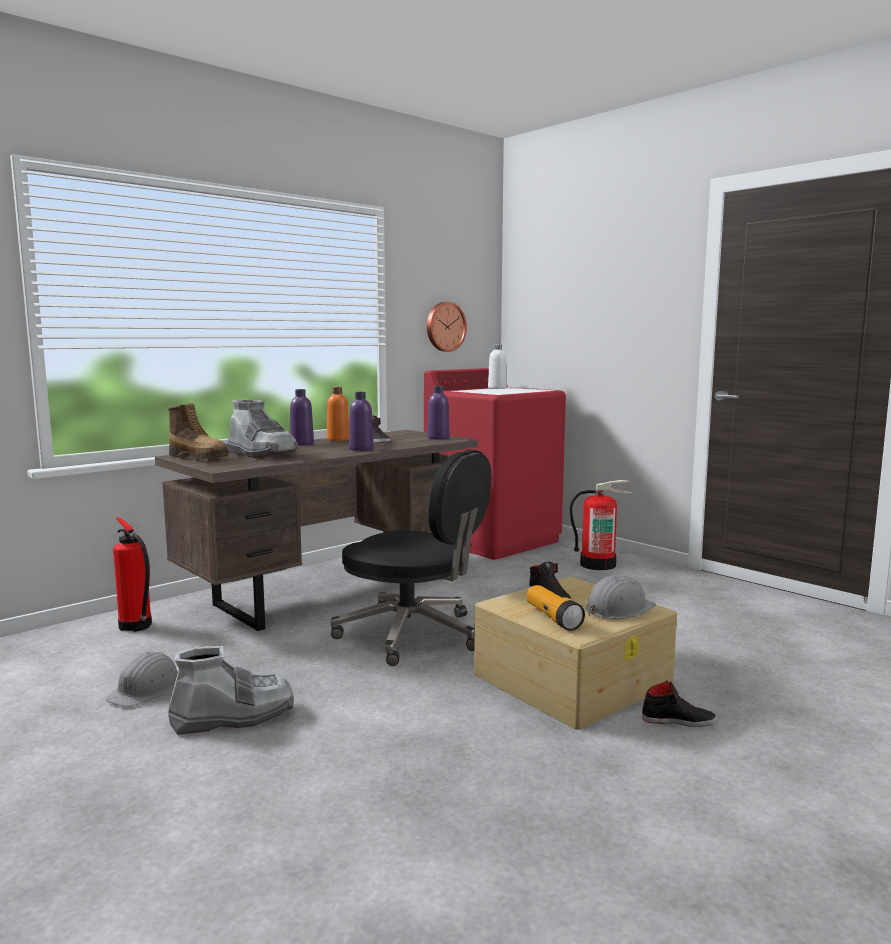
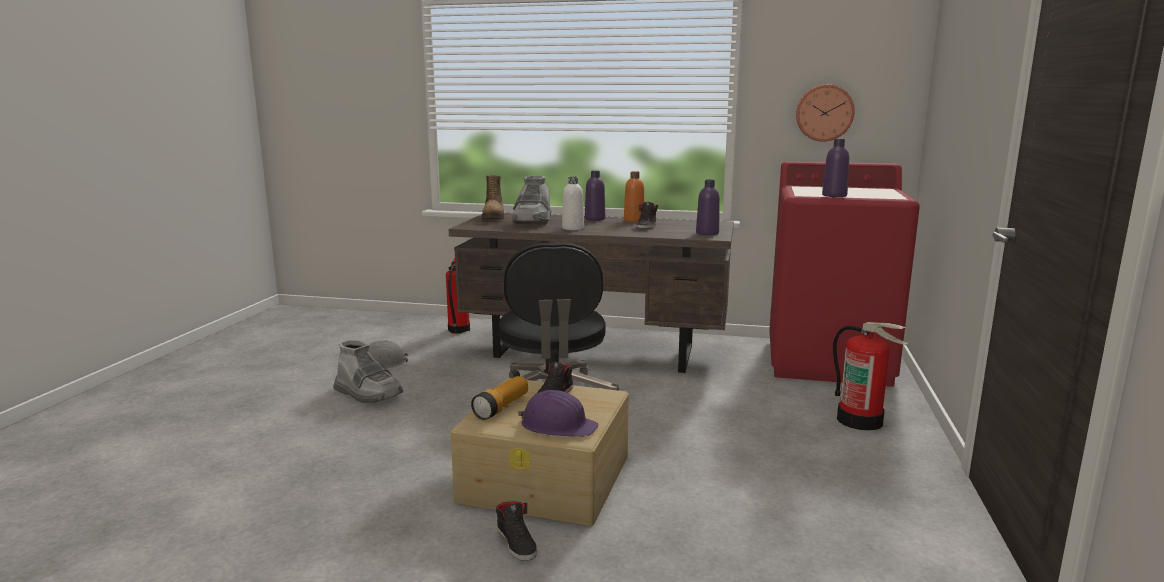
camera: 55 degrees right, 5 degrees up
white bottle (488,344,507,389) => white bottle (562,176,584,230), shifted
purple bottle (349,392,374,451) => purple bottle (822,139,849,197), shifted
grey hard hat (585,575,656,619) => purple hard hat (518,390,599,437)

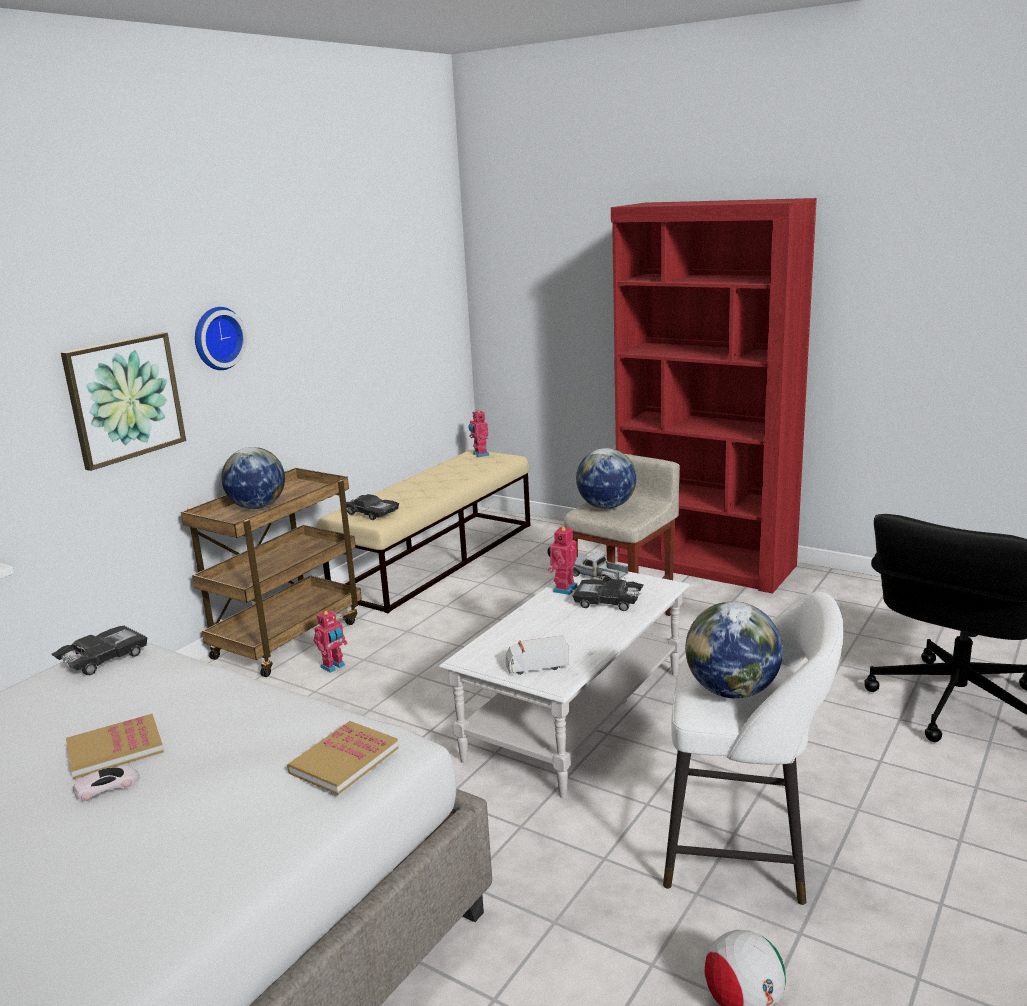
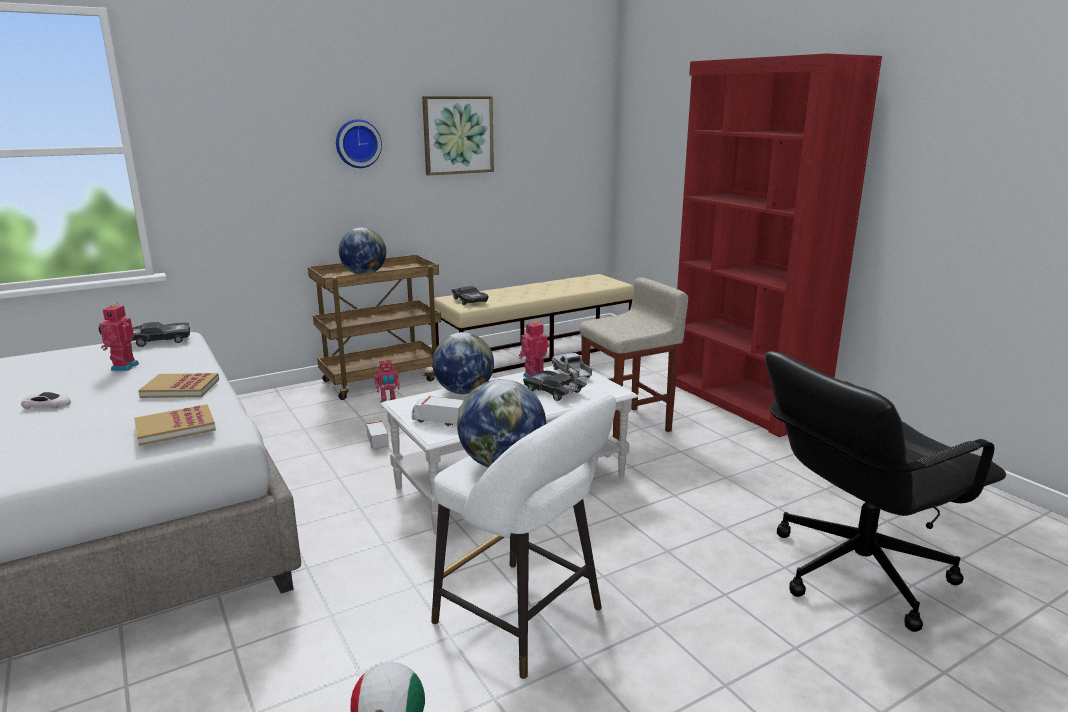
camera: 25 degrees right, 0 degrees up
picture (61,332,186,471) => picture (422,96,494,175), shifted
toy robot (468,409,489,457) => toy robot (99,303,139,371), shifted
globe (576,448,636,509) => globe (433,332,494,394), shifted
book (66,714,164,779) => book (138,373,219,398), shifted
nothing => toy truck (365,421,389,449)

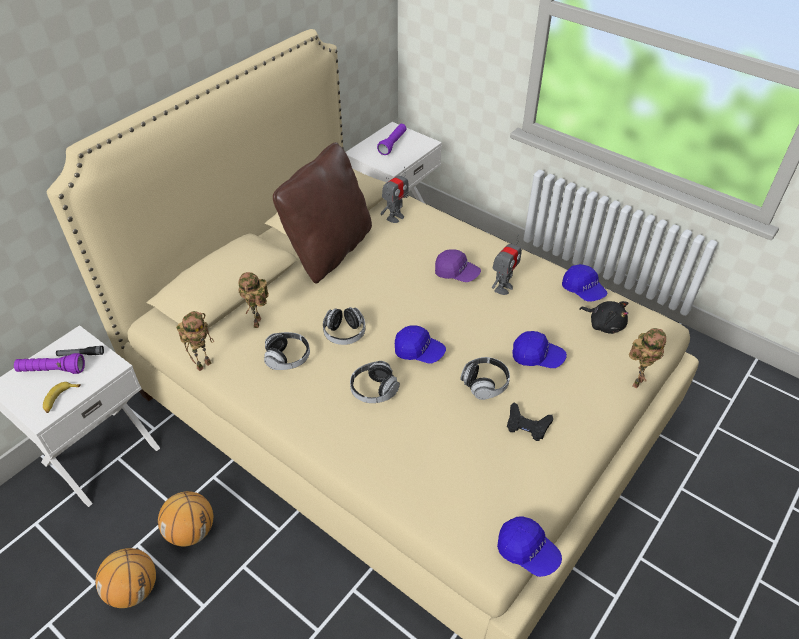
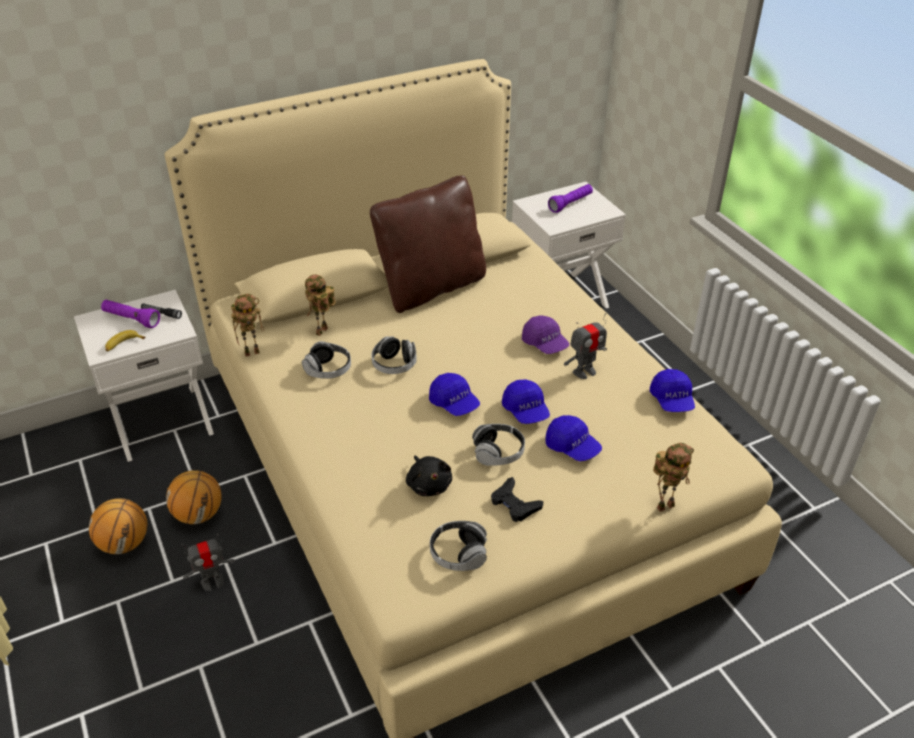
camera: 25 degrees right, 5 degrees down
toy robot (380,167,408,223) => toy robot (182,533,235,591), shifted
black plush toy (579,301,629,334) => black plush toy (406,456,452,496), shifted
headphones (350,361,400,403) => headphones (430,521,488,571), shifted
blue cap (497,516,562,577) => blue cap (502,379,550,424), shifted

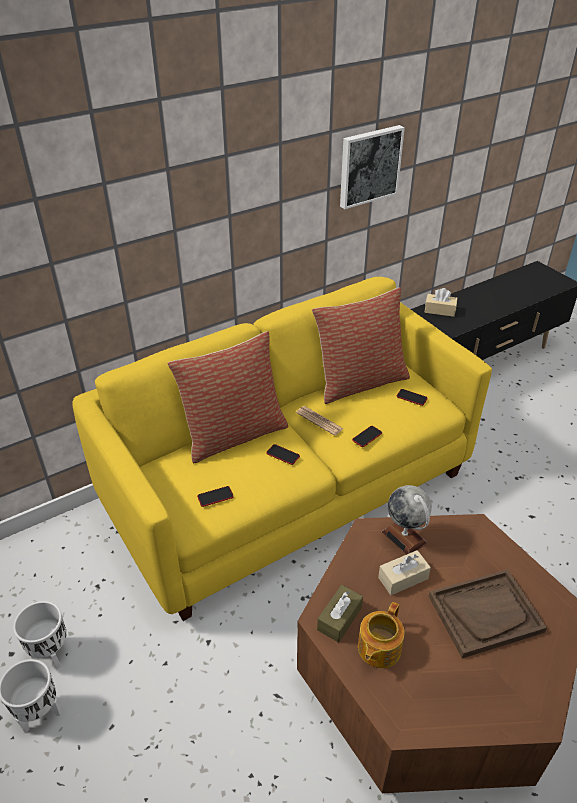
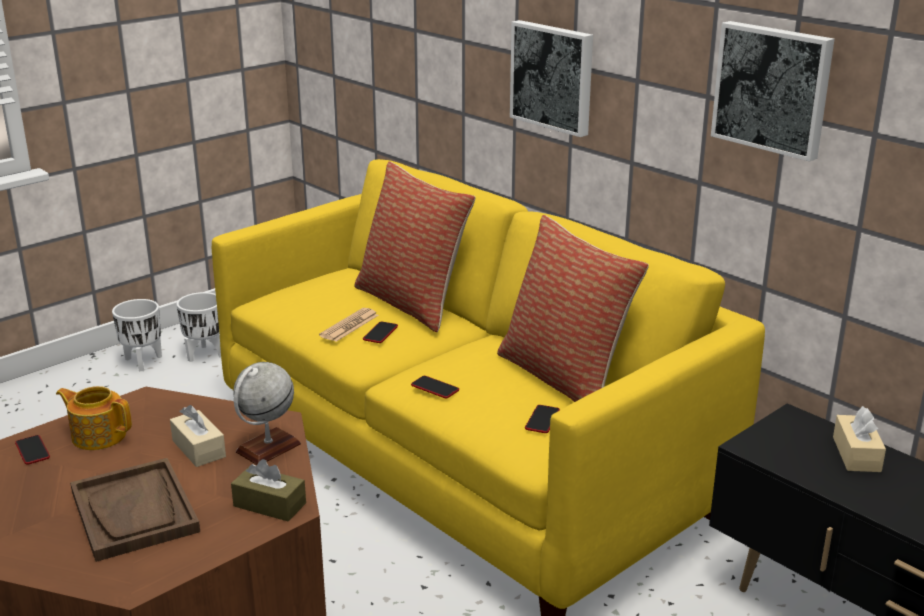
camera: 80 degrees right, 15 degrees down
newspaper (296,406,344,436) => newspaper (319,308,379,342), shifted
phone (197,486,234,507) => phone (15,435,50,465), shifted
brown tissue box (317,585,363,643) => brown tissue box (231,459,306,522), shifted
nothing => picture (510,20,593,137)

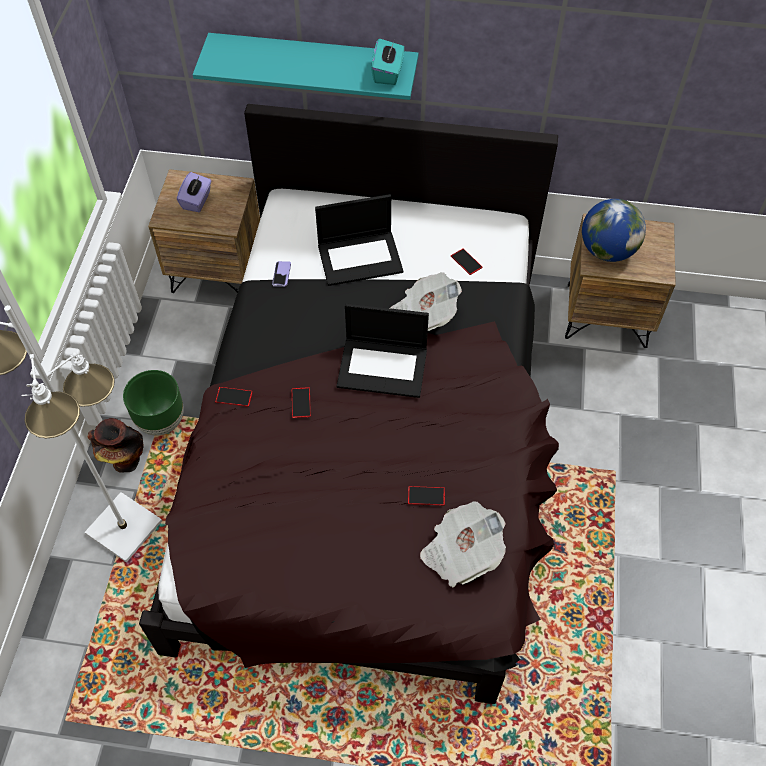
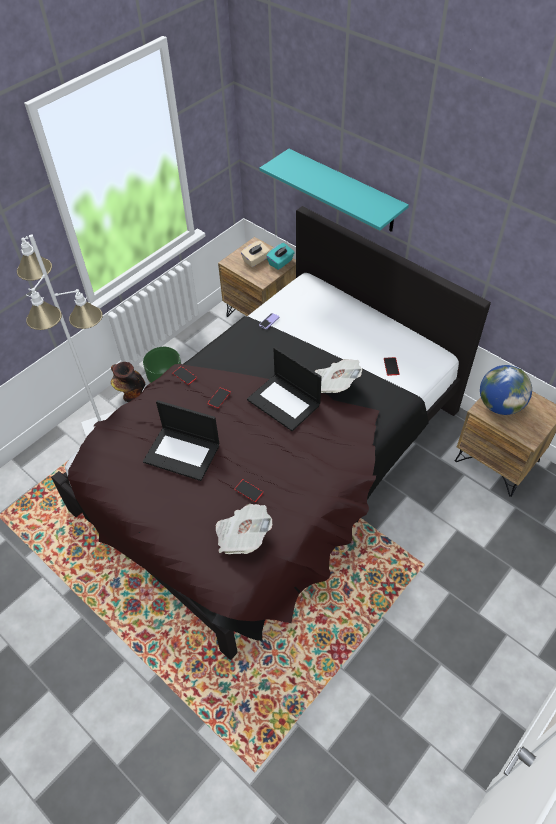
camera: 35 degrees right, 5 degrees down
turquoise tissue box (371,38,404,85) => turquoise tissue box (266,243,295,270), shifted
purple tissue box (177,172,212,212) => beige tissue box (241,241,270,267)
laptop (315,194,403,286) => laptop (143,400,219,481), shifted

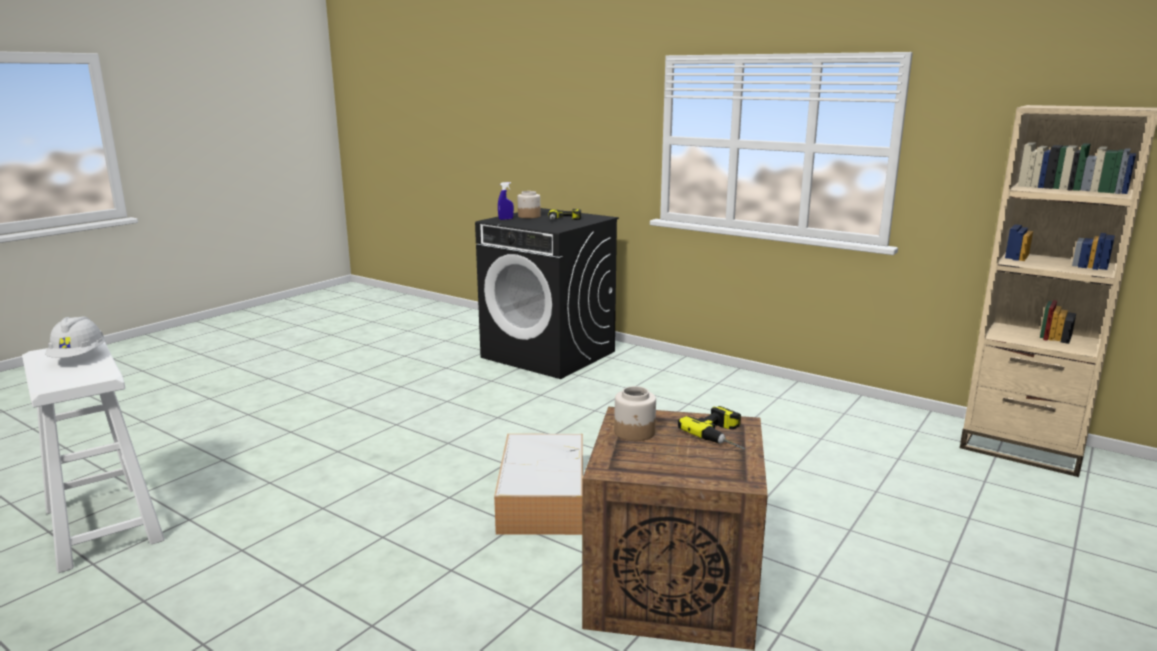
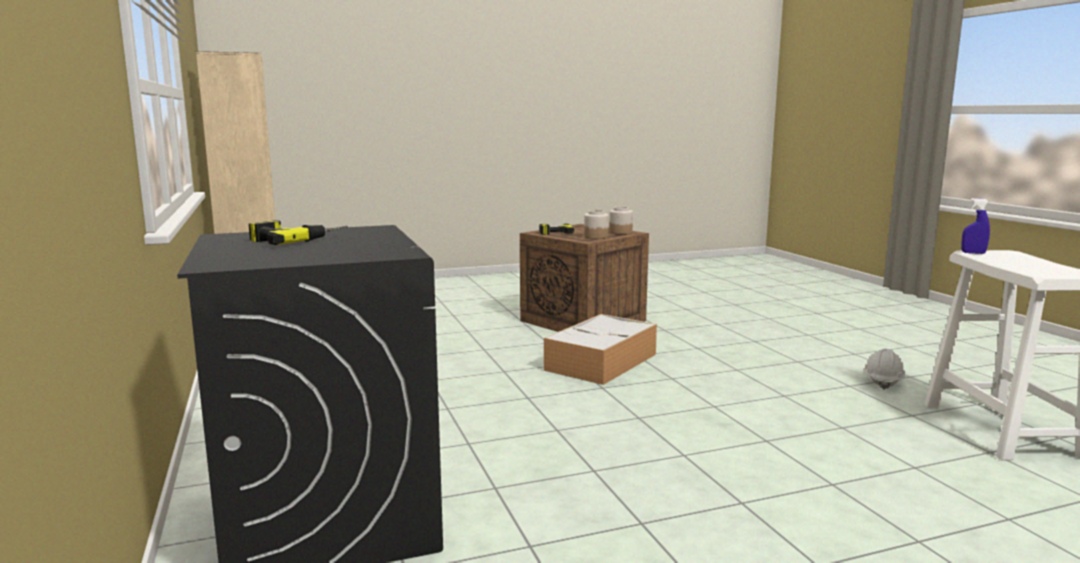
camera: 145 degrees left, 5 degrees down
blue spray bottle (498,182,514,220) => blue spray bottle (961,198,990,254), shifted
jar (518,191,541,218) => jar (609,207,633,235), shifted
white hard hat (45,316,105,358) => white hard hat (864,349,906,390), shifted

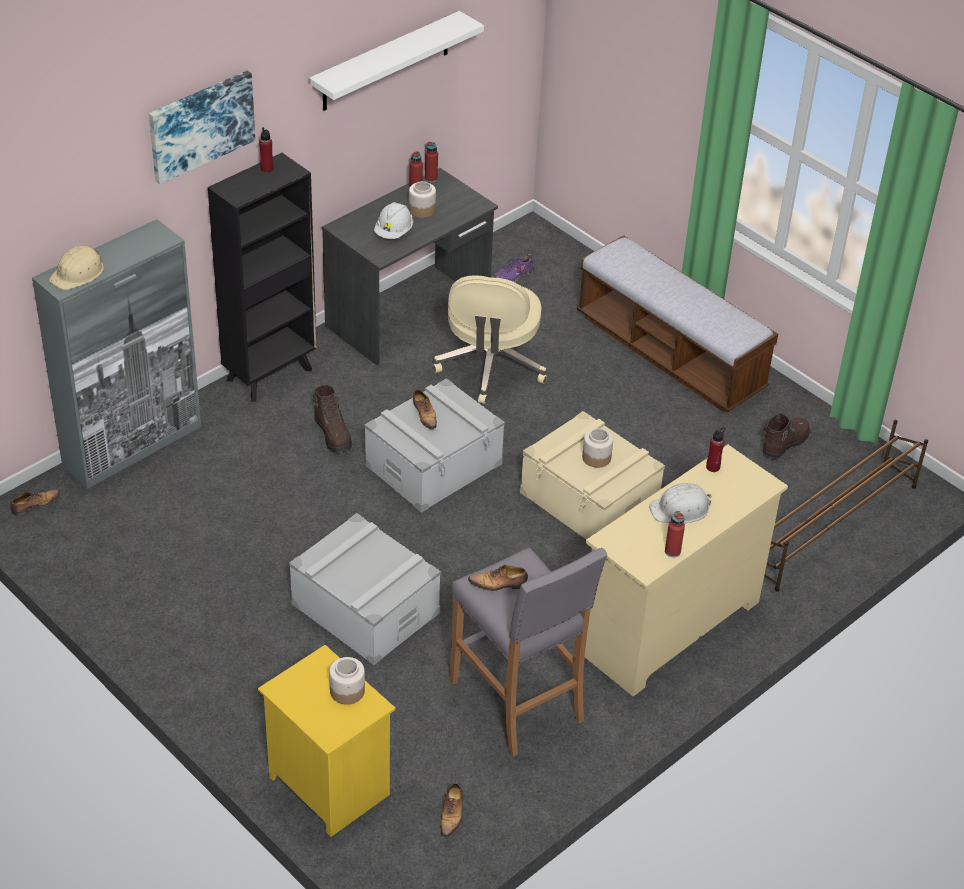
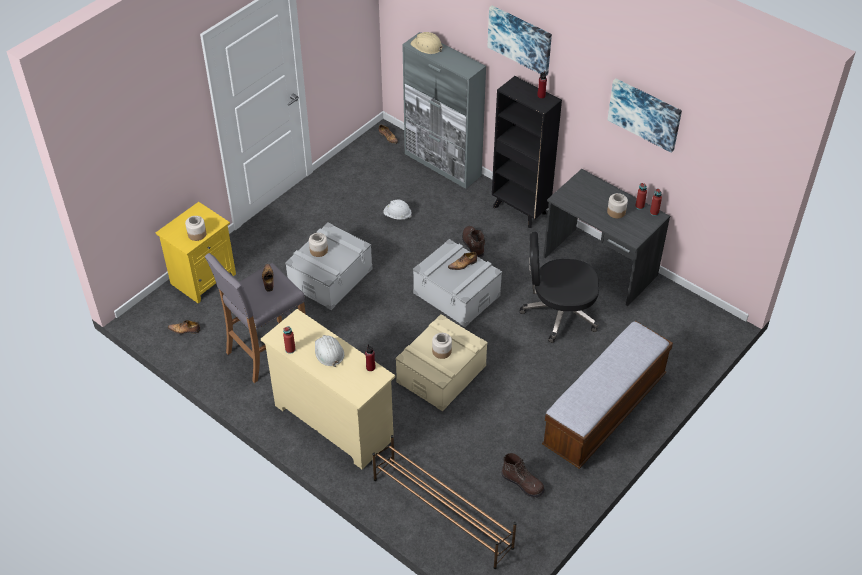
camera: 85 degrees right, 5 degrees up
white shelf (309,11,484,111) => picture (608,78,682,153)
white hard hat (374,202,413,239) => white hard hat (383,199,412,219), shifted
purple shoe (494,254,534,282) => nothing
beige office chair (433,275,547,404) => black office chair (519,232,599,343)
brown boot (313,385,352,453) => brown boot (462,226,485,258), 105 degrees clockwise
nothing => jar (309,233,328,257)

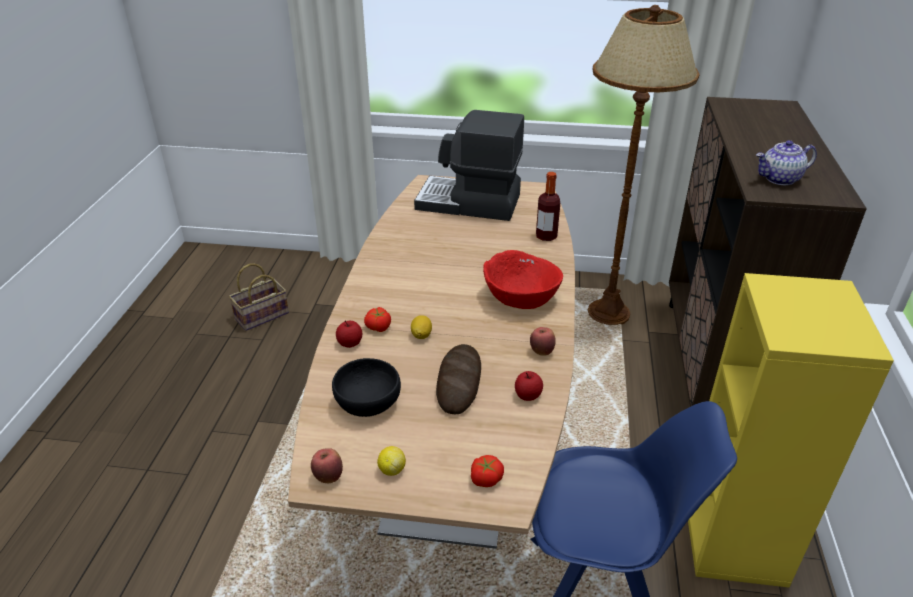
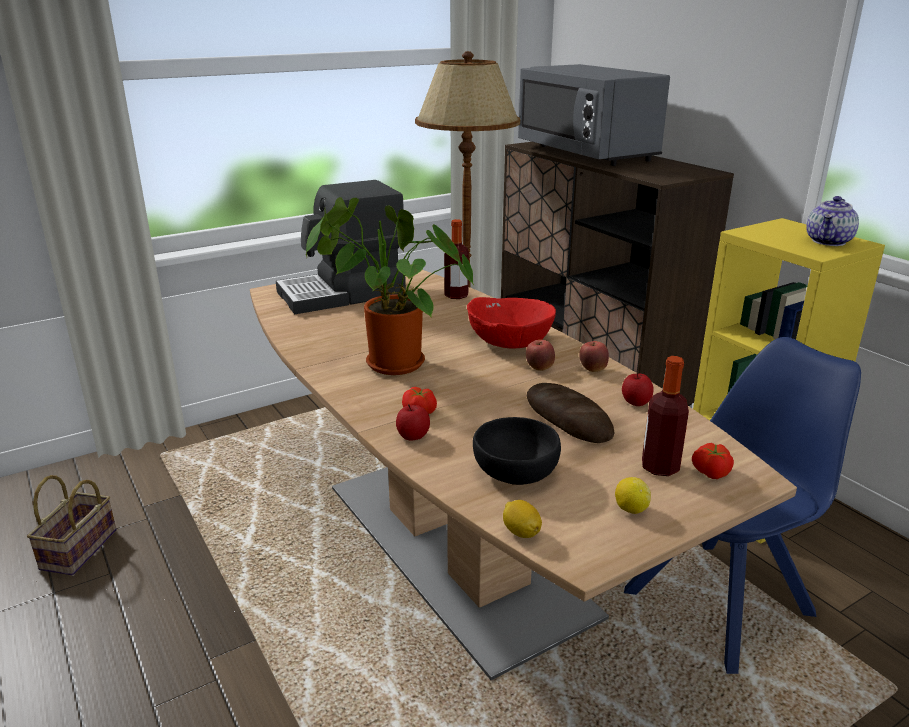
camera: 40 degrees left, 10 degrees down
teapot (756,140,817,185) => teapot (806,196,859,246), shifted
lemon (411,315,432,339) => lemon (503,500,542,538), shifted
apple (311,448,343,483) => apple (526,340,555,371), shifted
nothing => grey microwave (518,64,670,166)
nothing => potted plant (306,197,474,375)
nothing => bottle (642,356,689,476)

